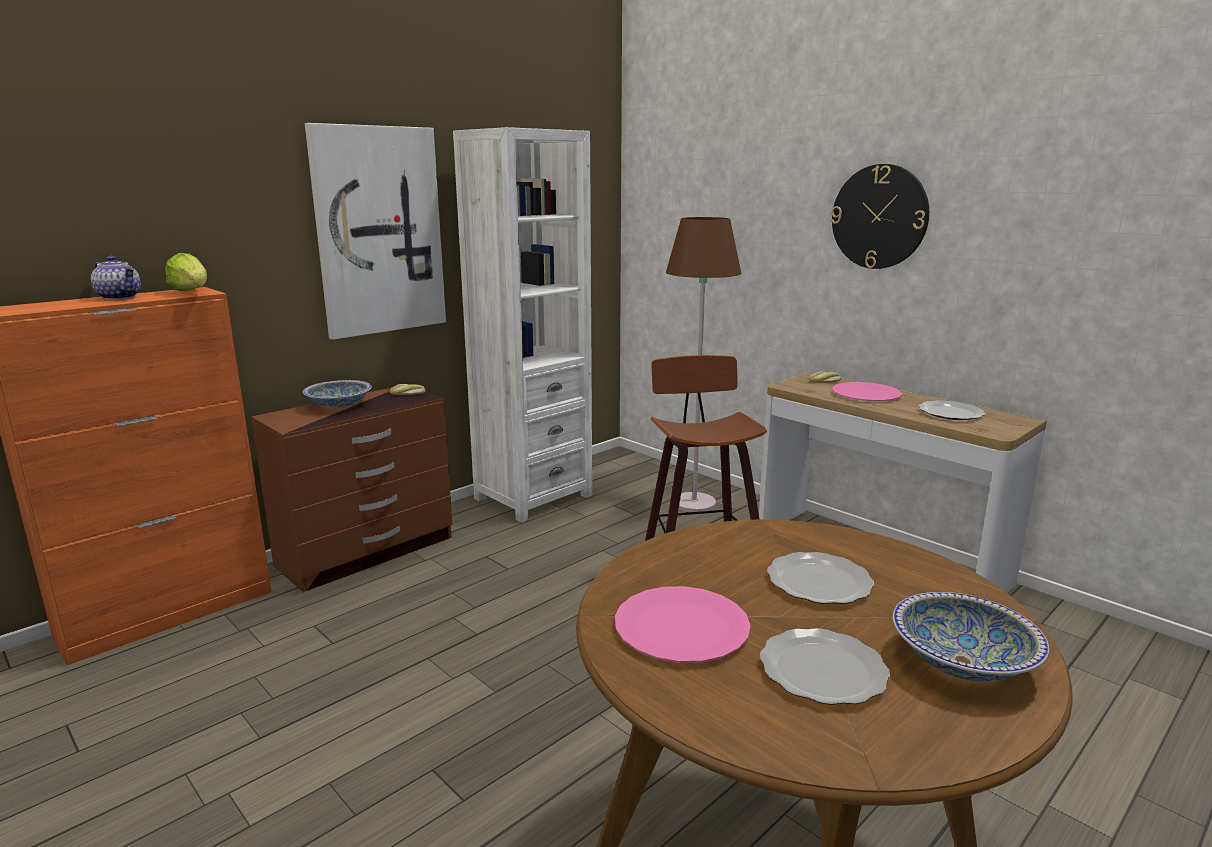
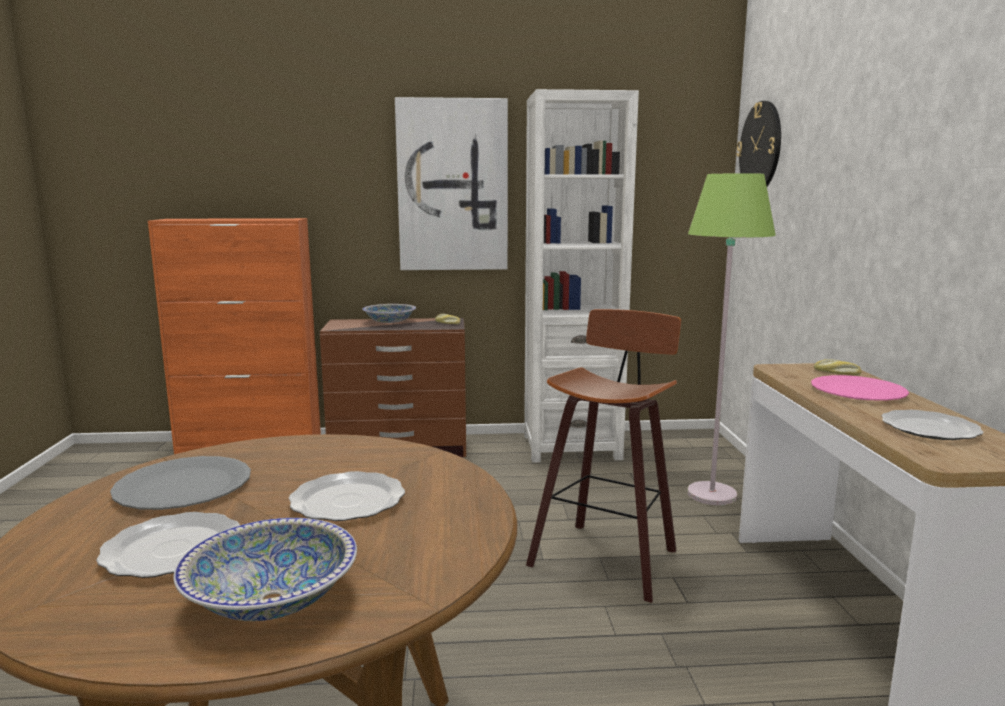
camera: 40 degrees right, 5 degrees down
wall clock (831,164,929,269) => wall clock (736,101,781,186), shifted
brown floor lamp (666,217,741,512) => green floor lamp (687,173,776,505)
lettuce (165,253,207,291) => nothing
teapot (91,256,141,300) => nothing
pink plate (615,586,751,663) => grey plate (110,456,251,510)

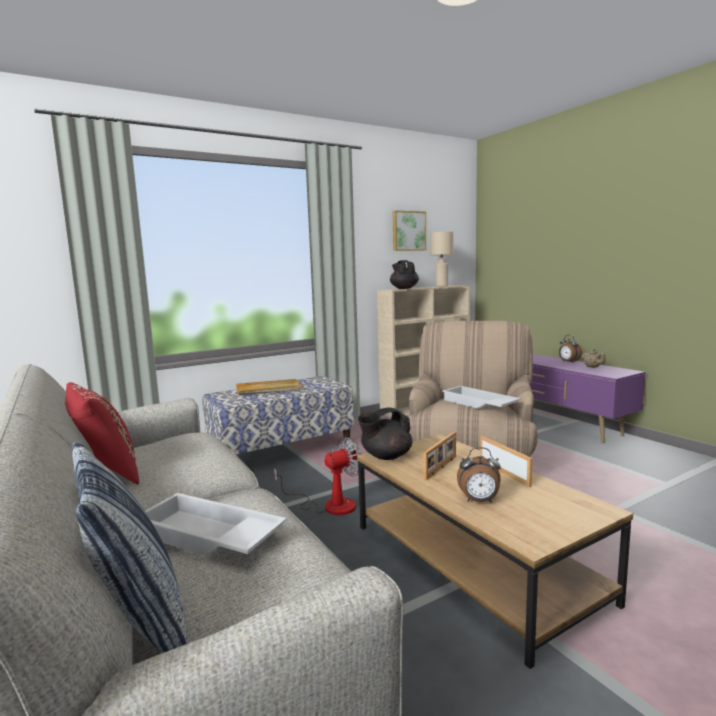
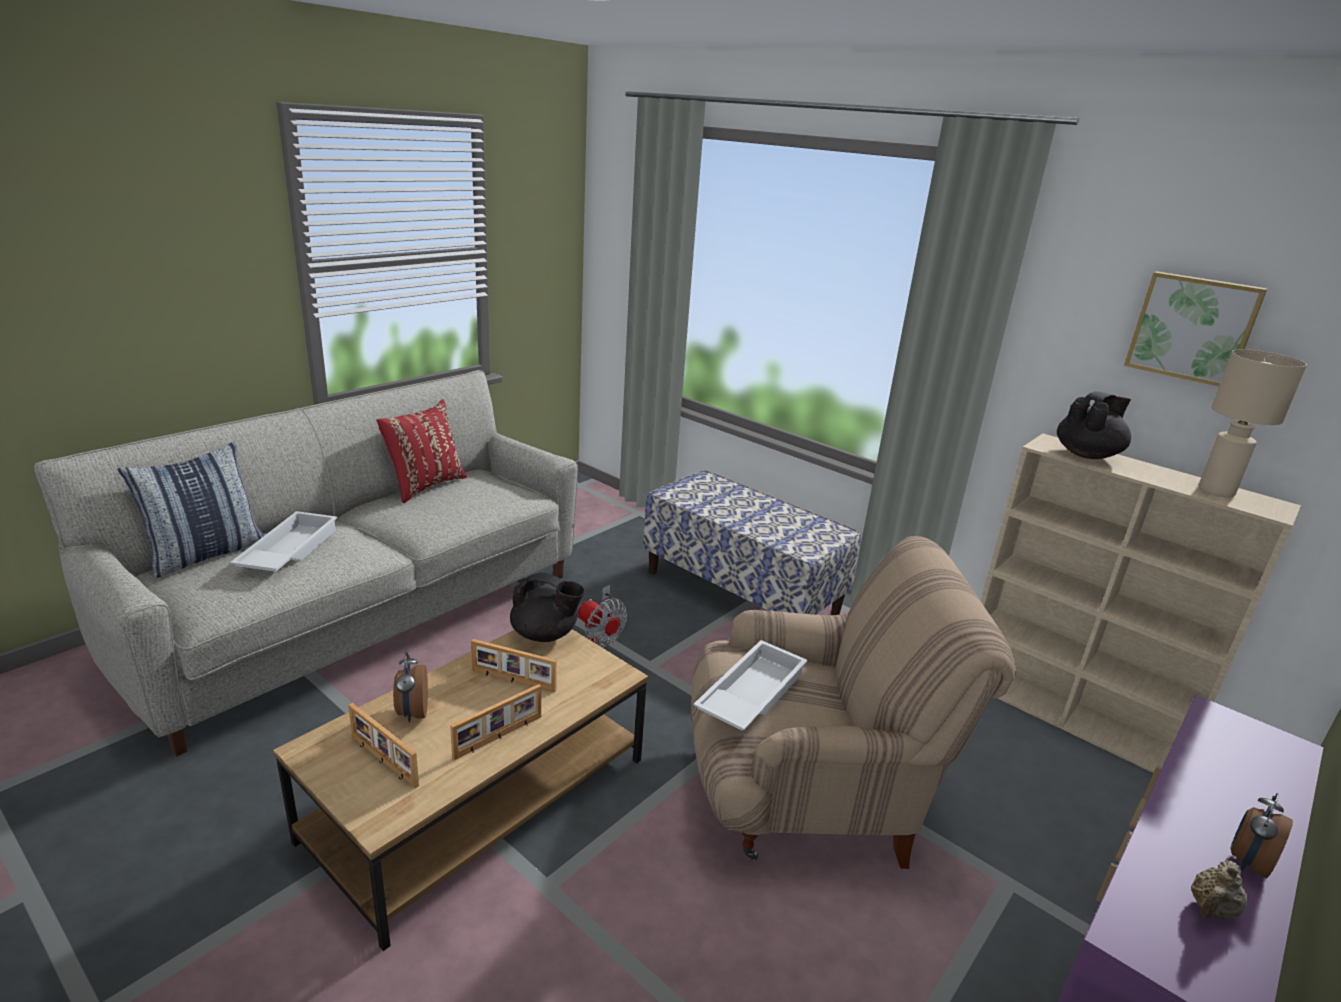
camera: 70 degrees right, 15 degrees up
beige tray (236,379,302,395) => nothing
black teapot (358,407,412,460) => black teapot (510,573,585,642), 150 degrees clockwise
nothing => picture frame (348,703,419,789)

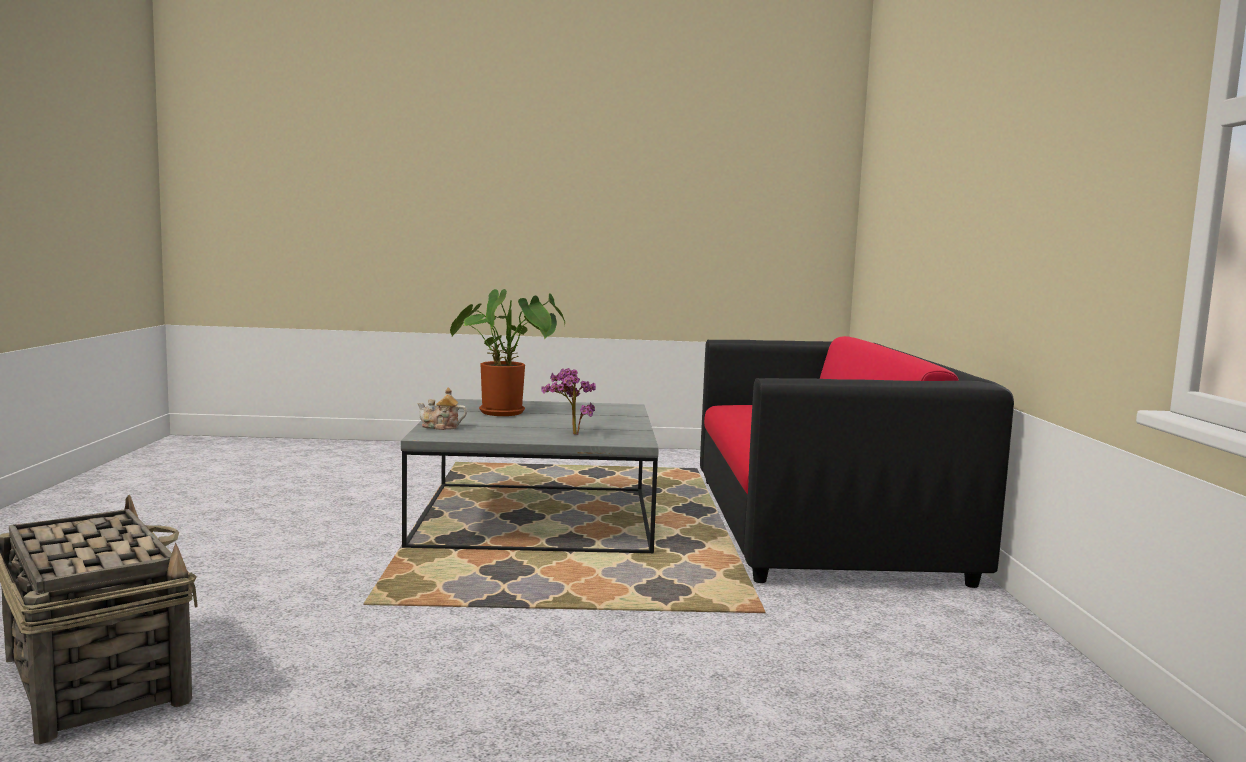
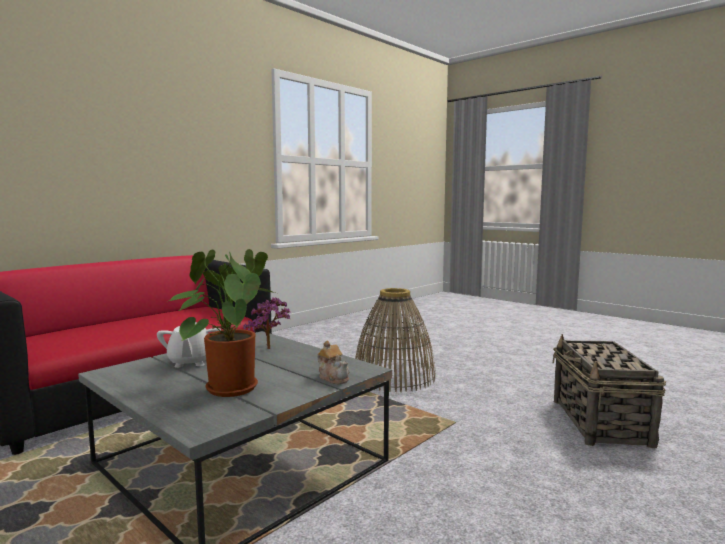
camera: 135 degrees left, 0 degrees up
nothing => basket (355,288,436,392)
nothing => white teapot (157,322,221,368)

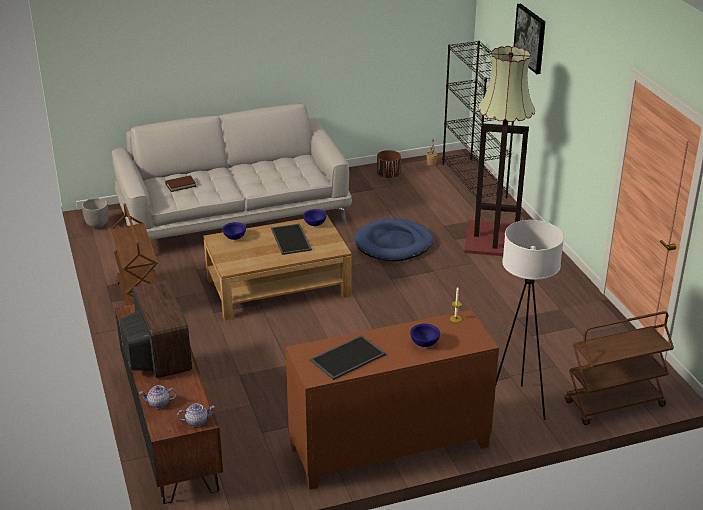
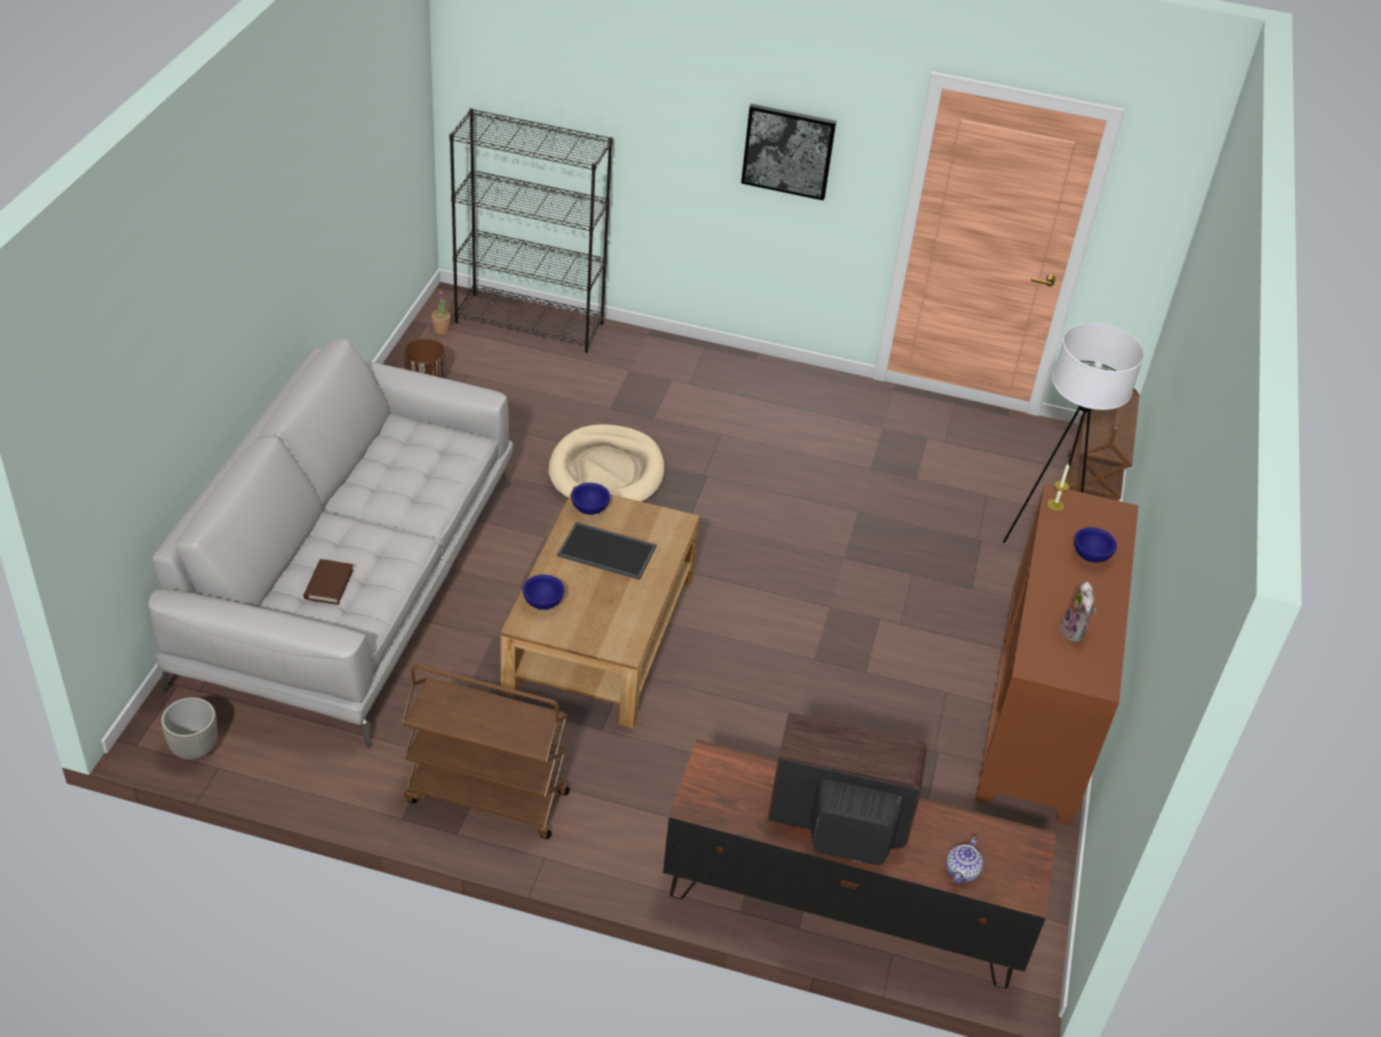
camera: 60 degrees left, 10 degrees up
picture (514,3,545,74) => picture (741,104,836,201), shifted
floor lamp (464,46,535,256) => nothing
blue dog bed (354,218,433,261) => beige dog bed (549,424,665,502)
tray (310,335,386,380) => plush toy (1060,582,1097,642)
teapot (177,404,215,427) => nothing

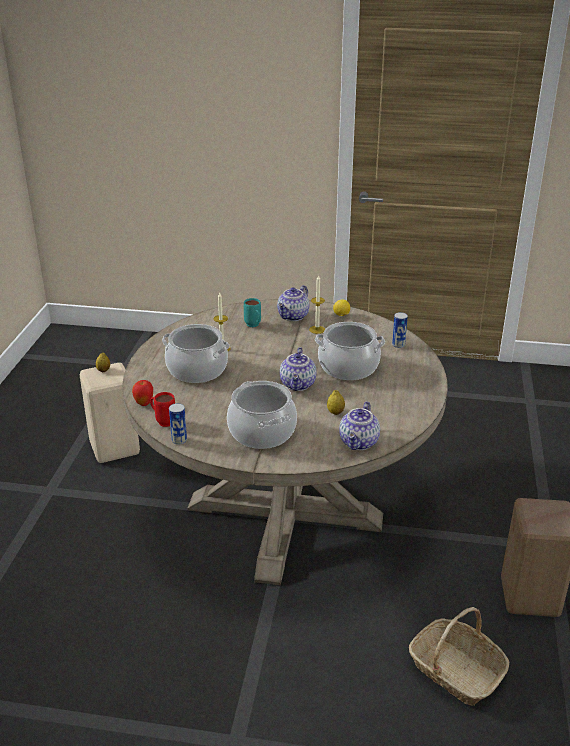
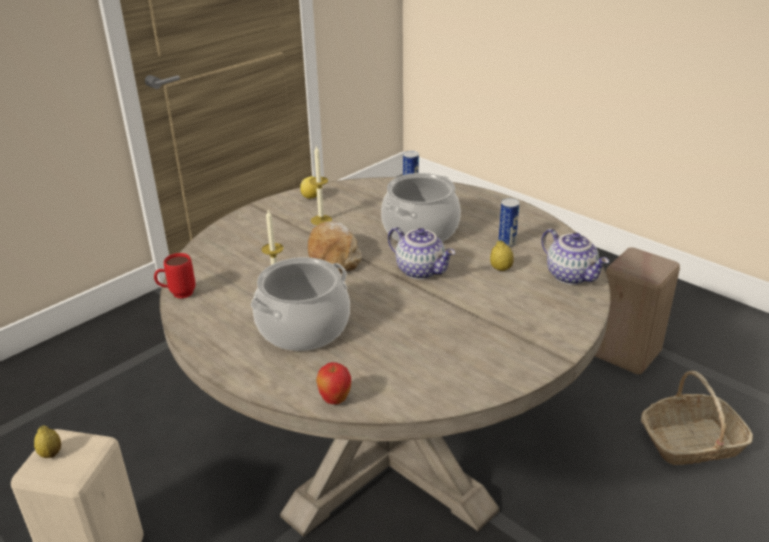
camera: 55 degrees left, 0 degrees up
teapot (277,285,309,321) => nothing
turquoise mug (244,298,261,327) => nothing
cooking pot (227,381,297,449) => nothing
red mug (150,392,175,427) => red mug (154,253,196,299), shifted
can (169,403,187,445) => can (498,198,519,247), shifted
nothing => bread (308,221,362,273)

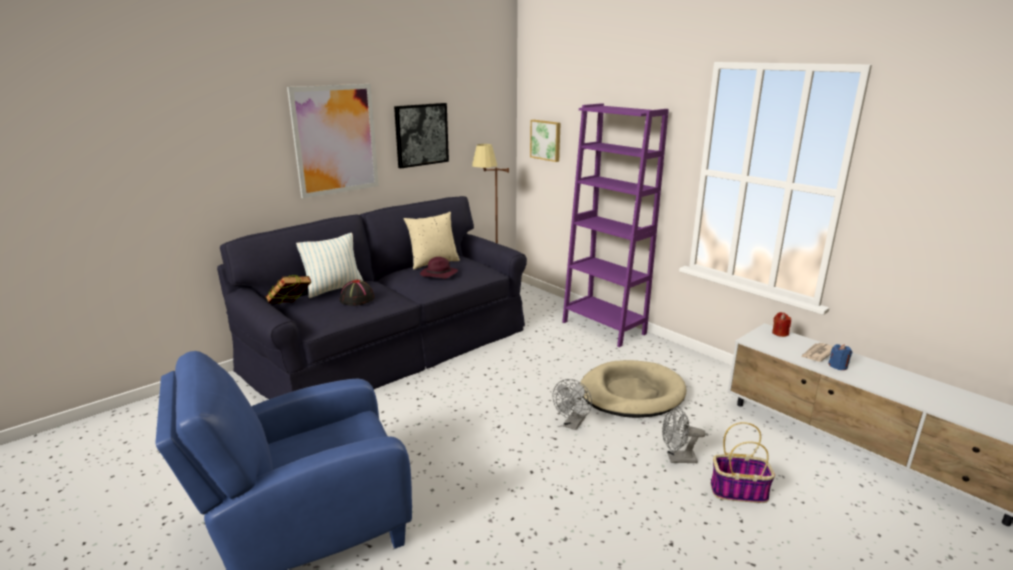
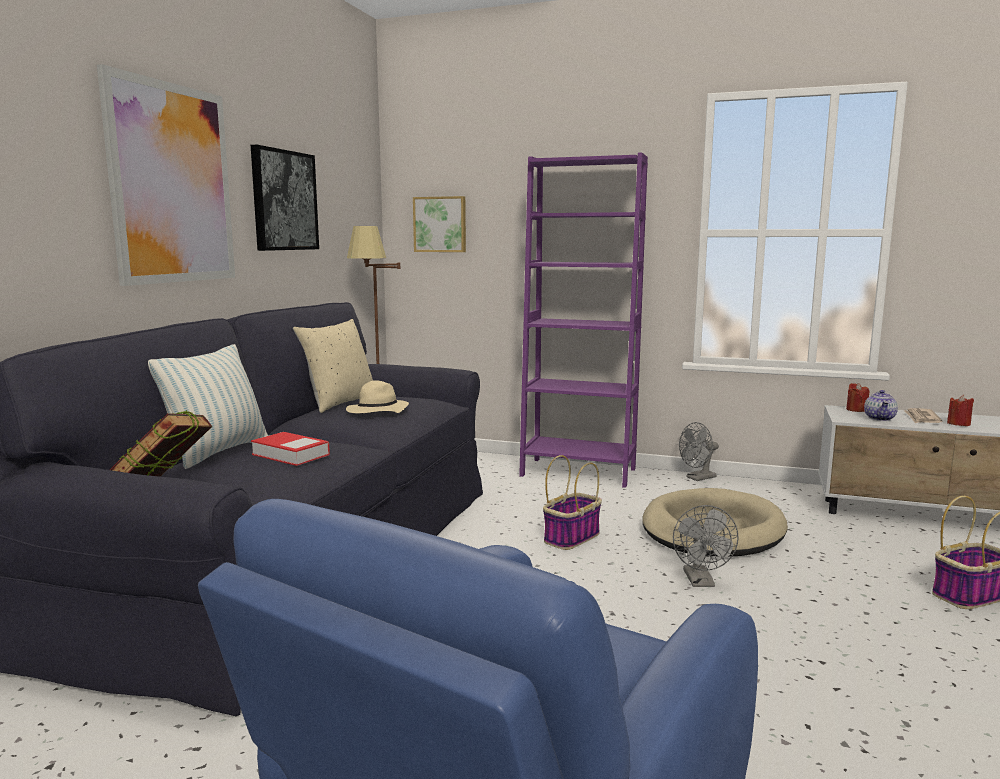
camera: 30 degrees left, 10 degrees down
purple hat (420,257,458,279) => beige hat (346,380,409,413)
black hat (340,280,375,306) => book (251,432,330,466)
blue candle (828,344,852,370) => red candle (947,395,974,426)
grey fan (662,406,705,463) => grey fan (679,422,719,481), shifted
nothing => teapot (864,390,898,421)
nothing => basket (543,455,602,550)

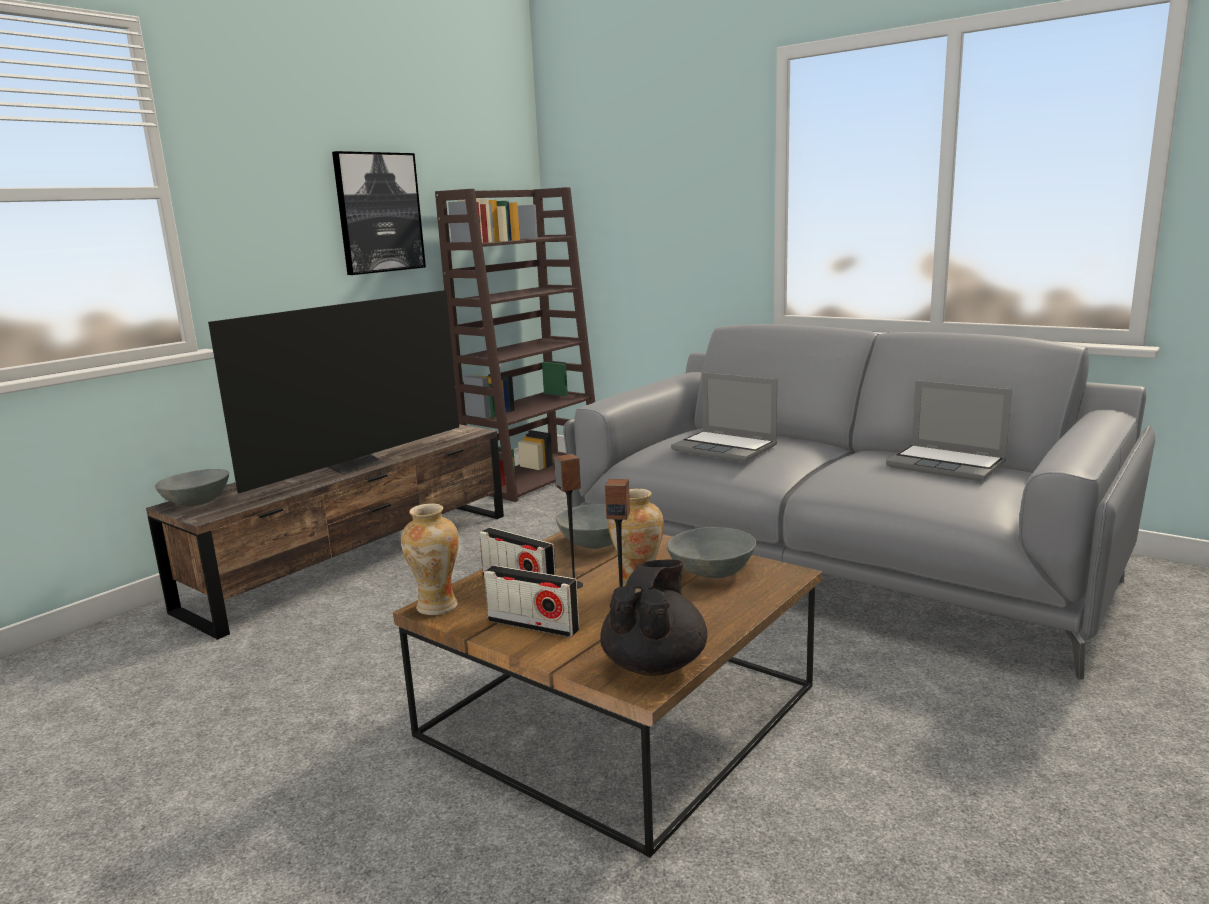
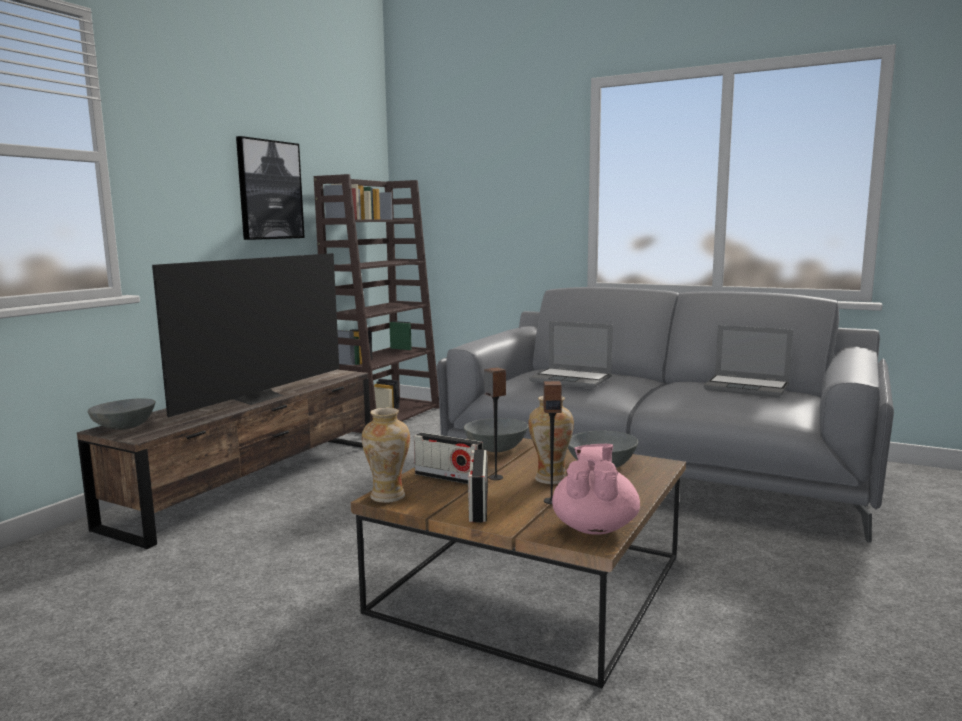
camera: 10 degrees left, 5 degrees down
black teapot (600,559,707,676) => pink teapot (552,444,640,535)
radio (484,565,579,637) => radio (468,450,488,523), 75 degrees clockwise

